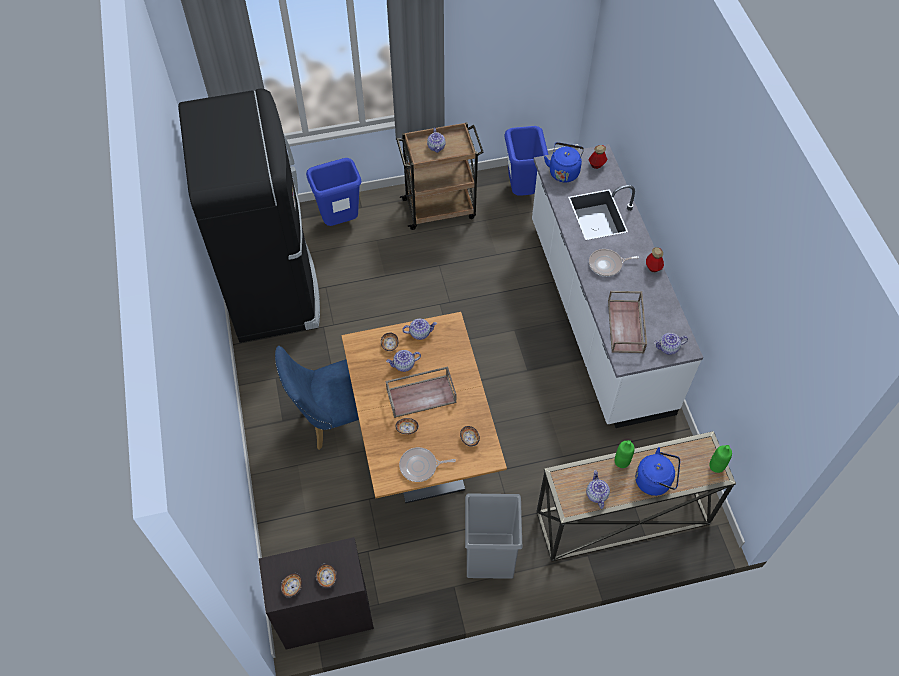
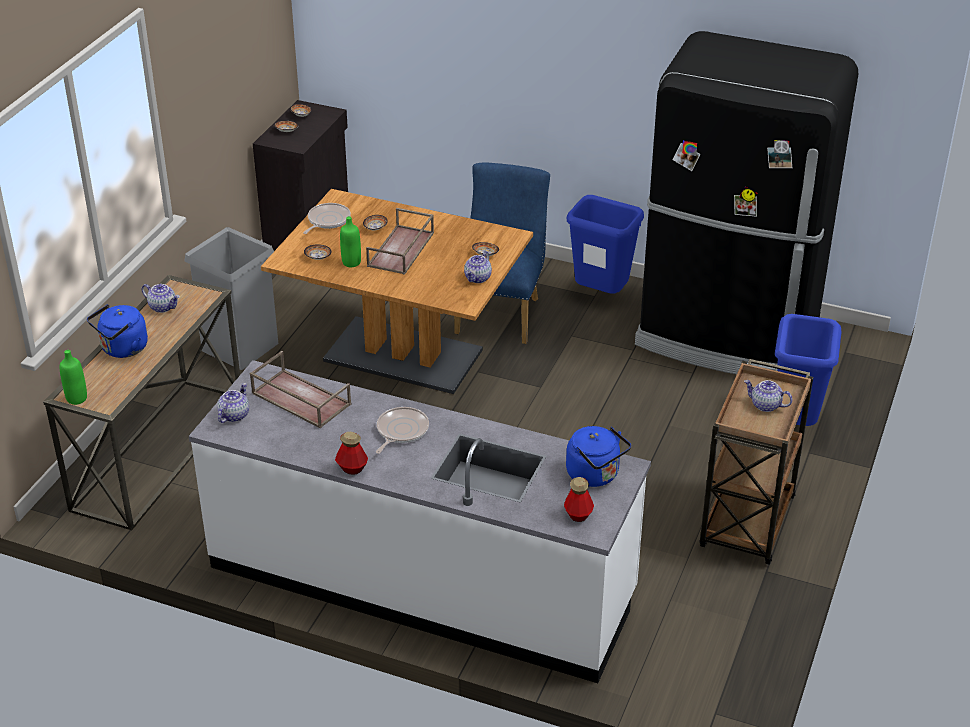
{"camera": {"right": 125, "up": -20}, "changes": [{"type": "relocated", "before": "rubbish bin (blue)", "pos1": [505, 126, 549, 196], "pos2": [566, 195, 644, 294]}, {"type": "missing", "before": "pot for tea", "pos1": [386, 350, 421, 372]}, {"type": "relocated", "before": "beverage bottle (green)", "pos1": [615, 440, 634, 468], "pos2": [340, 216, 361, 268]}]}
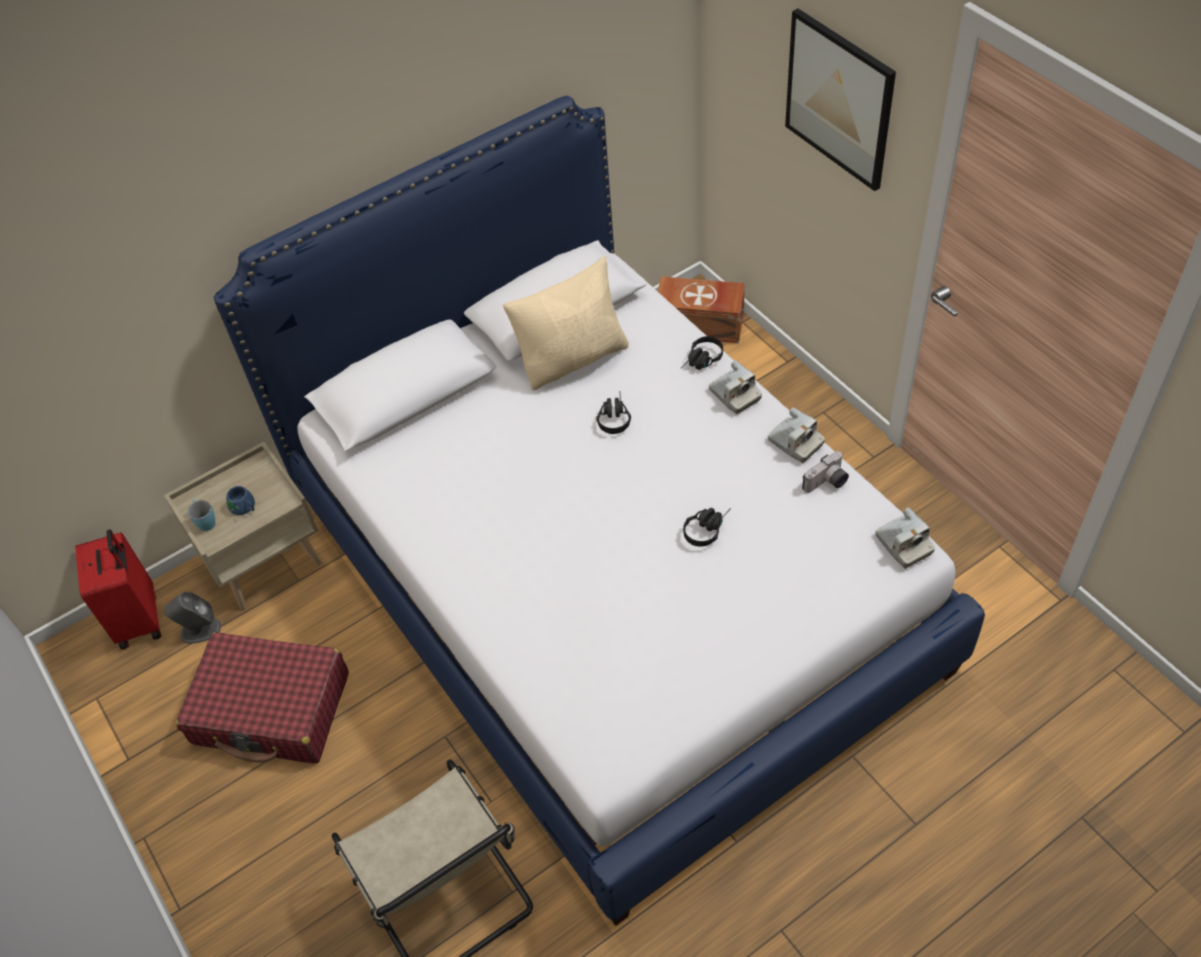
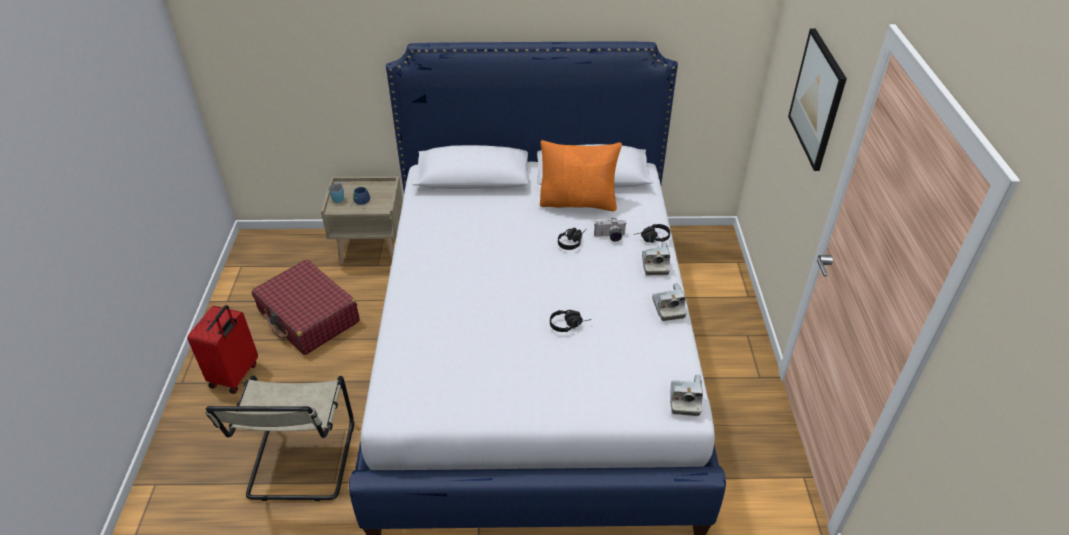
{"camera": {"right": 30, "up": -10}, "changes": [{"type": "colour", "before": "pillow (beige)", "after": "pillow (orange)", "pos1": [503, 256, 629, 390], "pos2": [540, 140, 622, 211]}, {"type": "missing", "before": "storage container (brown-coloured)", "pos1": [658, 276, 745, 343]}, {"type": "relocated", "before": "still camera", "pos1": [802, 451, 849, 493], "pos2": [594, 218, 626, 241]}, {"type": "relocated", "before": "piece of luggage (red-coloured)", "pos1": [75, 530, 161, 649], "pos2": [187, 305, 258, 394]}, {"type": "missing", "before": "loudspeaker (grey)", "pos1": [164, 592, 221, 644]}]}
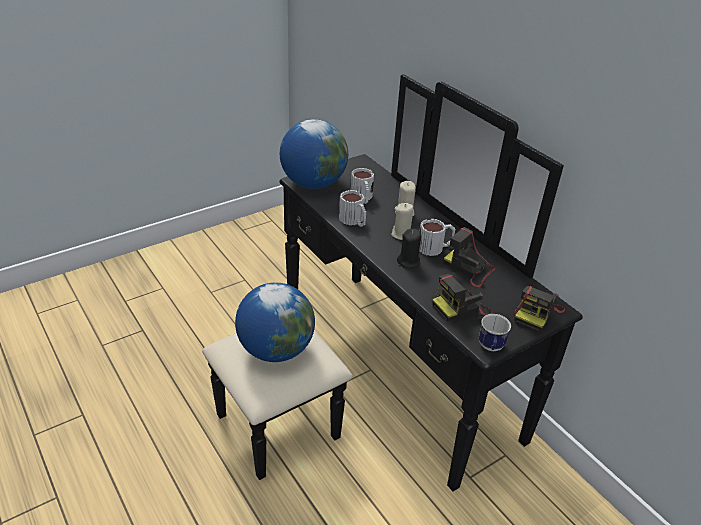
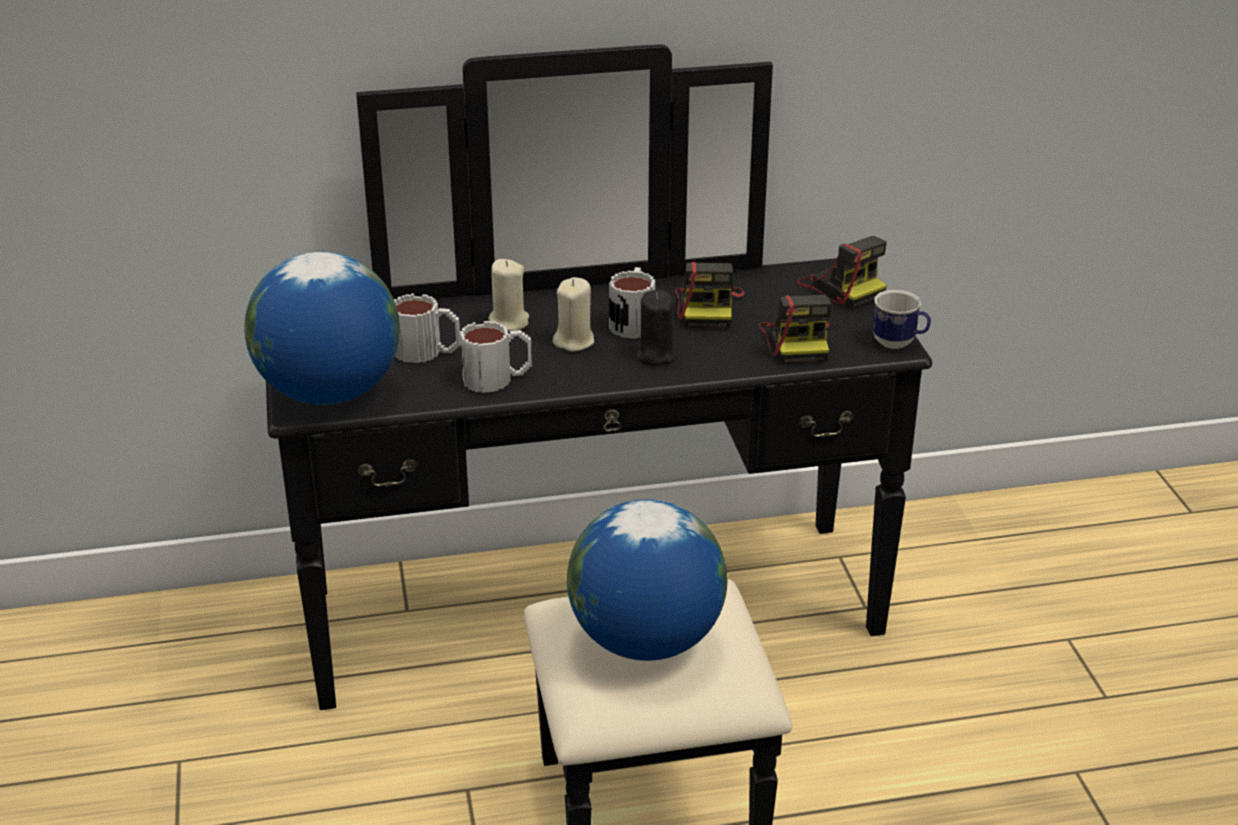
{"camera": {"right": -65, "up": -5}, "changes": [{"type": "spun", "before": "still camera", "pos1": [444, 227, 495, 287], "pos2": [676, 262, 744, 328], "turn": -60}]}
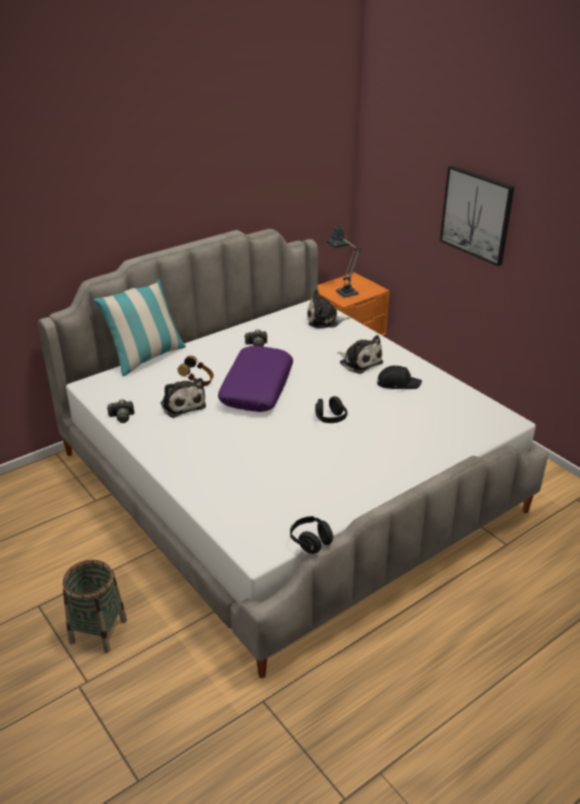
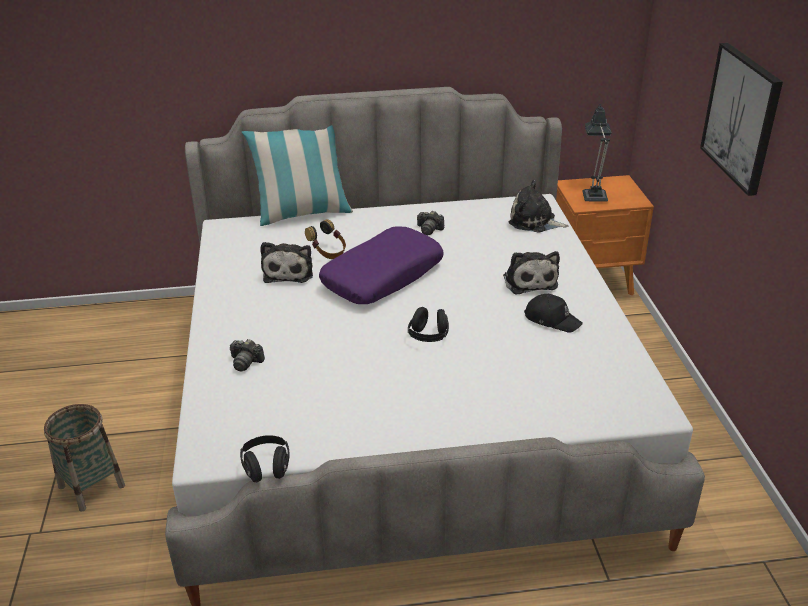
{"camera": {"right": 30, "up": 0}, "changes": [{"type": "relocated", "before": "still camera", "pos1": [107, 399, 134, 423], "pos2": [230, 339, 265, 372]}]}
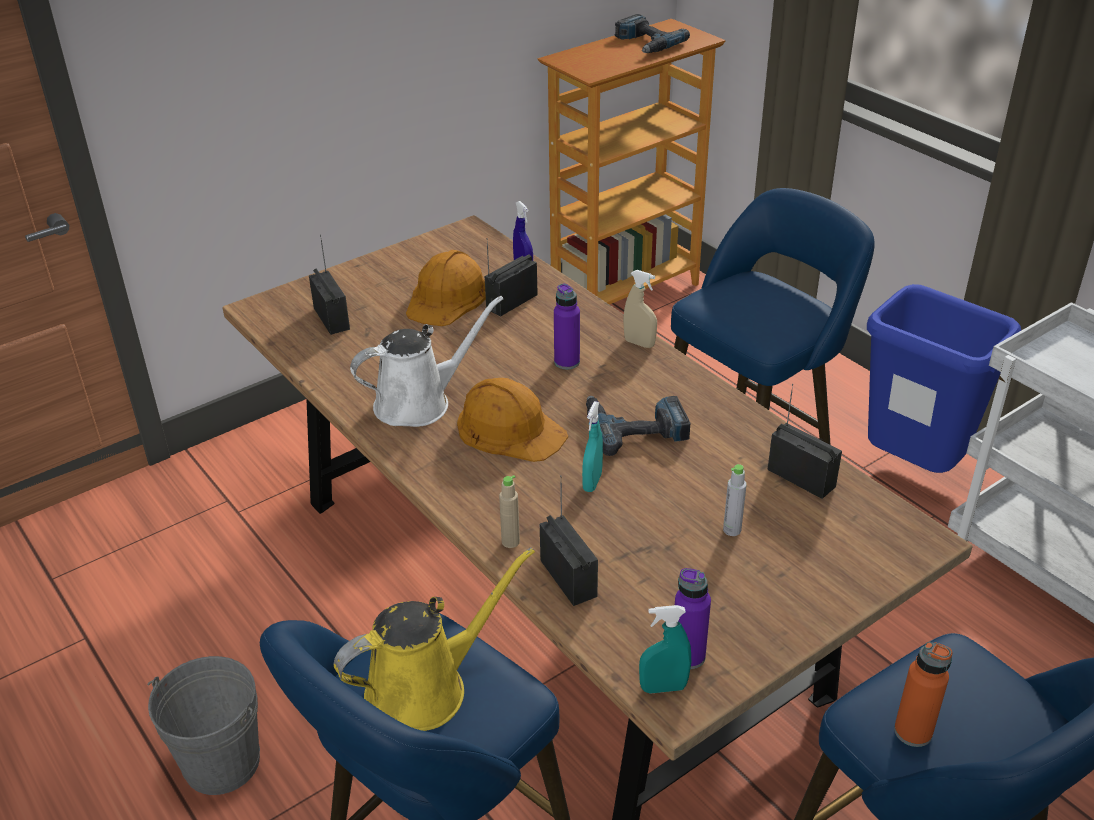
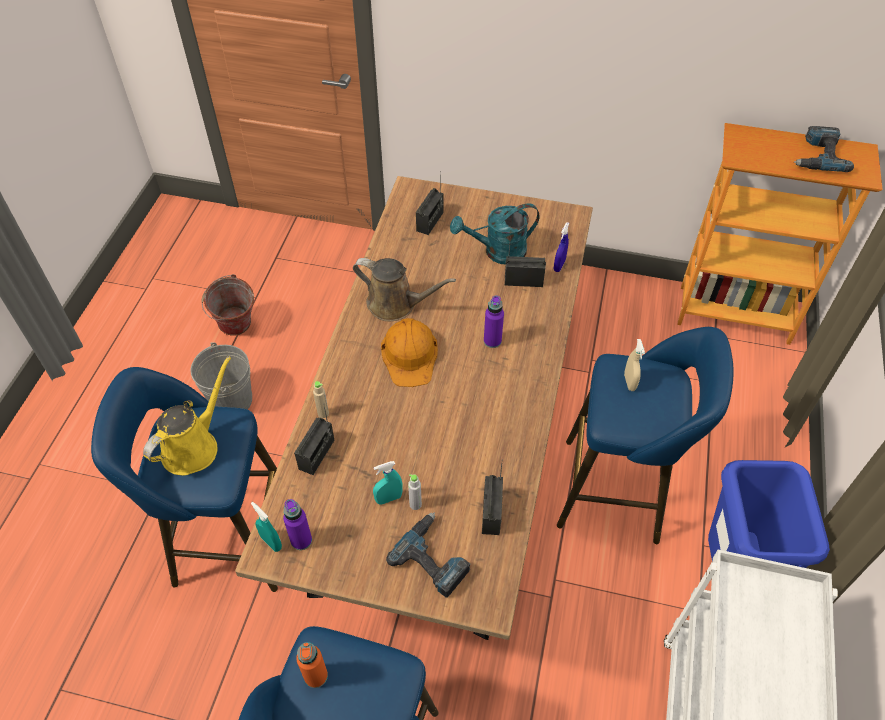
{"camera": {"right": 50, "up": 15}, "changes": [{"type": "exchanged", "before": "work helmet (orange)", "after": "watering can (turquoise)", "pos1": [406, 250, 486, 326], "pos2": [450, 203, 540, 264]}, {"type": "relocated", "before": "hand sprayer (beige)", "pos1": [623, 270, 657, 348], "pos2": [624, 339, 645, 391]}, {"type": "colour", "before": "watering can (white-coloured)", "after": "watering can (brown-coloured)", "pos1": [350, 296, 503, 427], "pos2": [353, 258, 456, 321]}, {"type": "relocated", "before": "drill", "pos1": [586, 396, 690, 456], "pos2": [386, 512, 471, 598]}, {"type": "relocated", "before": "hand sprayer (turquoise)", "pos1": [582, 401, 603, 492], "pos2": [373, 461, 403, 505]}, {"type": "spun", "before": "watering can (yellowish)", "pos1": [334, 547, 535, 731], "pos2": [143, 356, 231, 475], "turn": -75}, {"type": "appeared", "after": "water bucket", "pos2": [201, 274, 254, 336]}]}
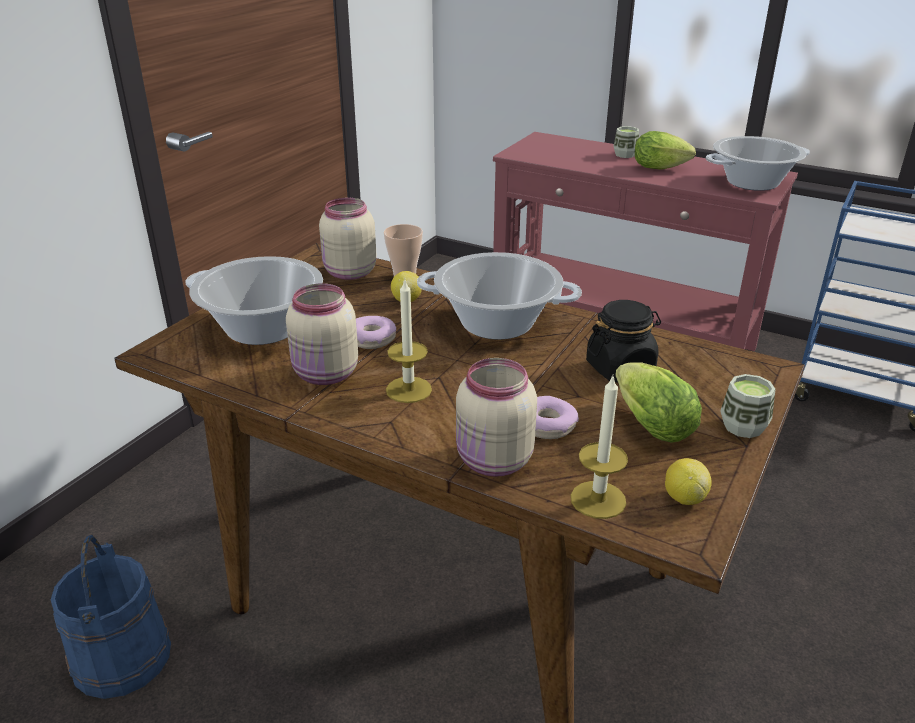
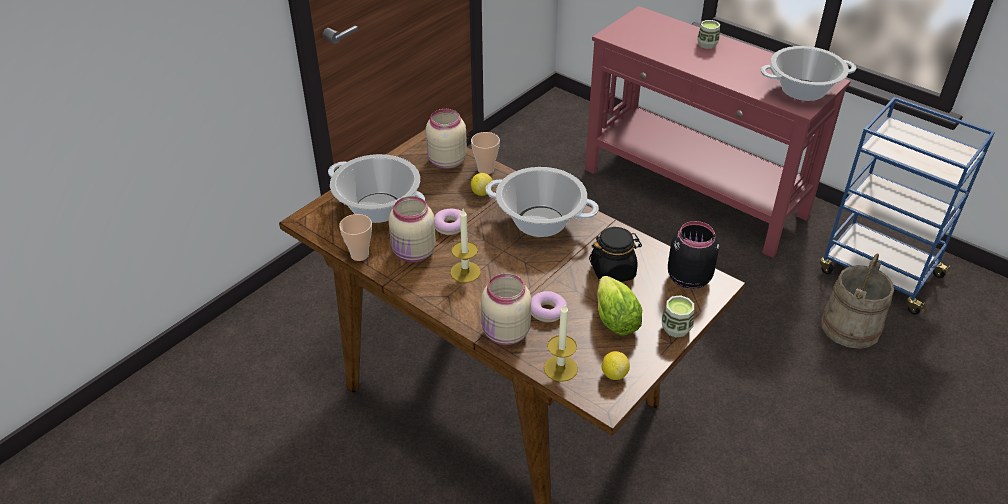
{"camera": {"right": 10, "up": 10}, "changes": [{"type": "missing", "before": "head of lettuce", "pos1": [635, 131, 696, 170]}, {"type": "missing", "before": "water bucket (blue)", "pos1": [51, 535, 171, 699]}, {"type": "appeared", "after": "cup", "pos2": [339, 214, 372, 261]}, {"type": "appeared", "after": "preserve jar (blackish)", "pos2": [668, 221, 719, 289]}, {"type": "appeared", "after": "water bucket (beige)", "pos2": [821, 253, 894, 349]}]}
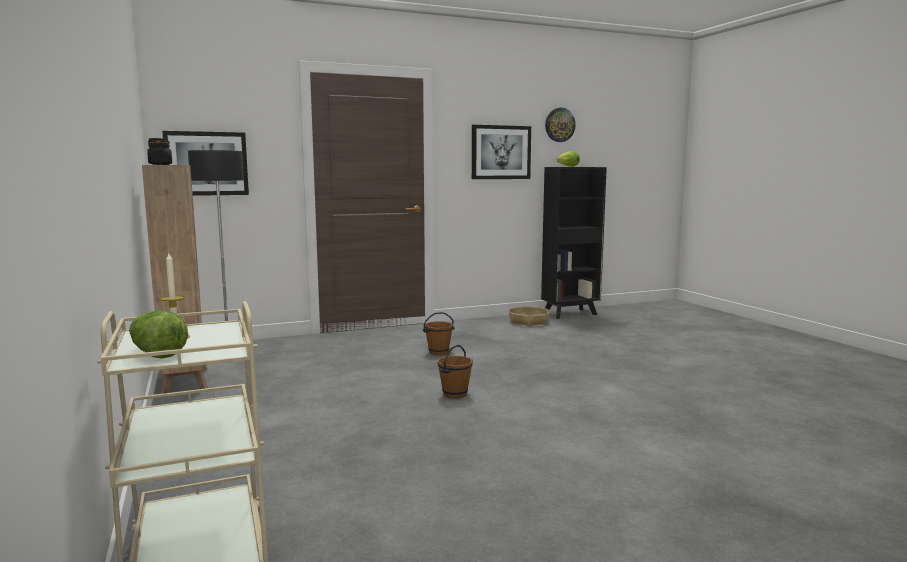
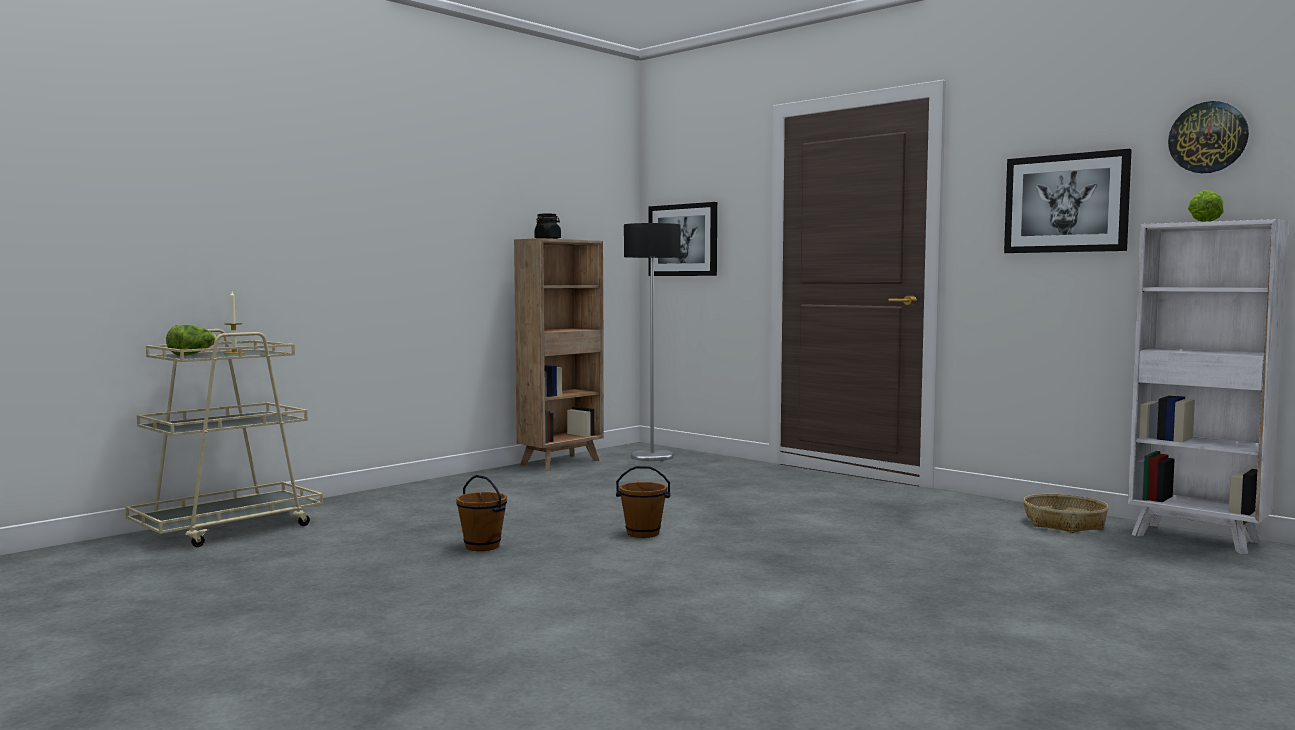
{"camera": {"right": 65, "up": -5}, "changes": [{"type": "colour", "before": "bookshelf (blackish)", "after": "bookshelf (white-coloured)", "pos1": [541, 167, 607, 319], "pos2": [1128, 219, 1289, 554]}, {"type": "relocated", "before": "water bucket (brown-coloured)", "pos1": [423, 312, 455, 355], "pos2": [456, 475, 507, 551]}]}
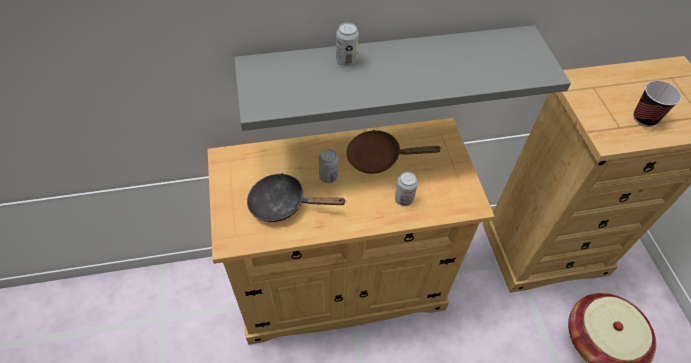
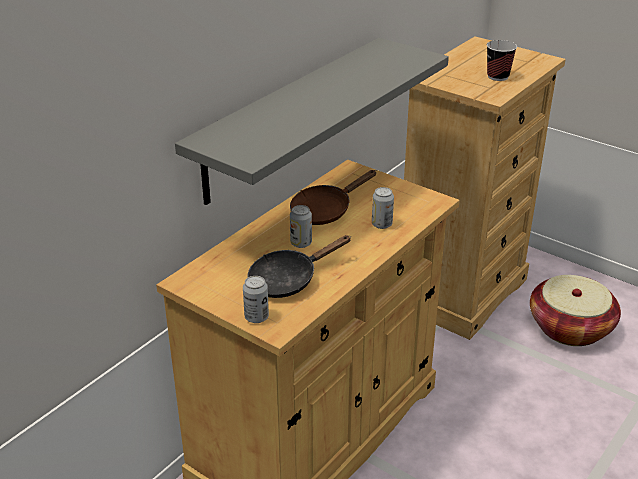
{"camera": {"right": -40, "up": -20}, "changes": [{"type": "relocated", "before": "metal can", "pos1": [336, 23, 359, 66], "pos2": [243, 276, 269, 323]}]}
